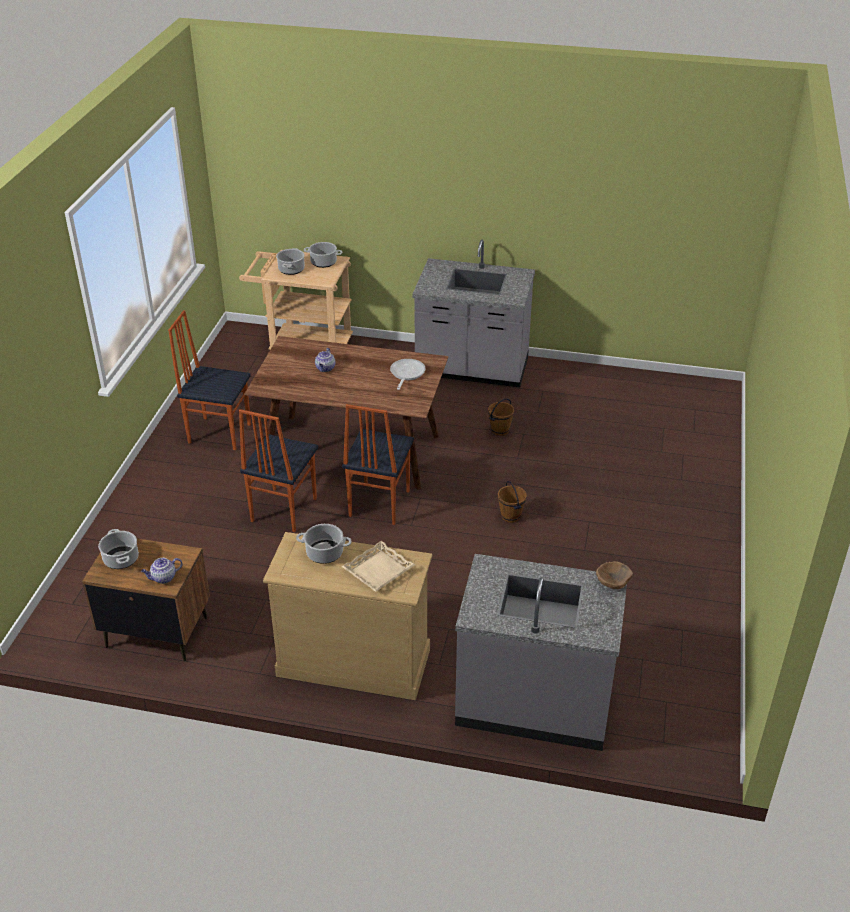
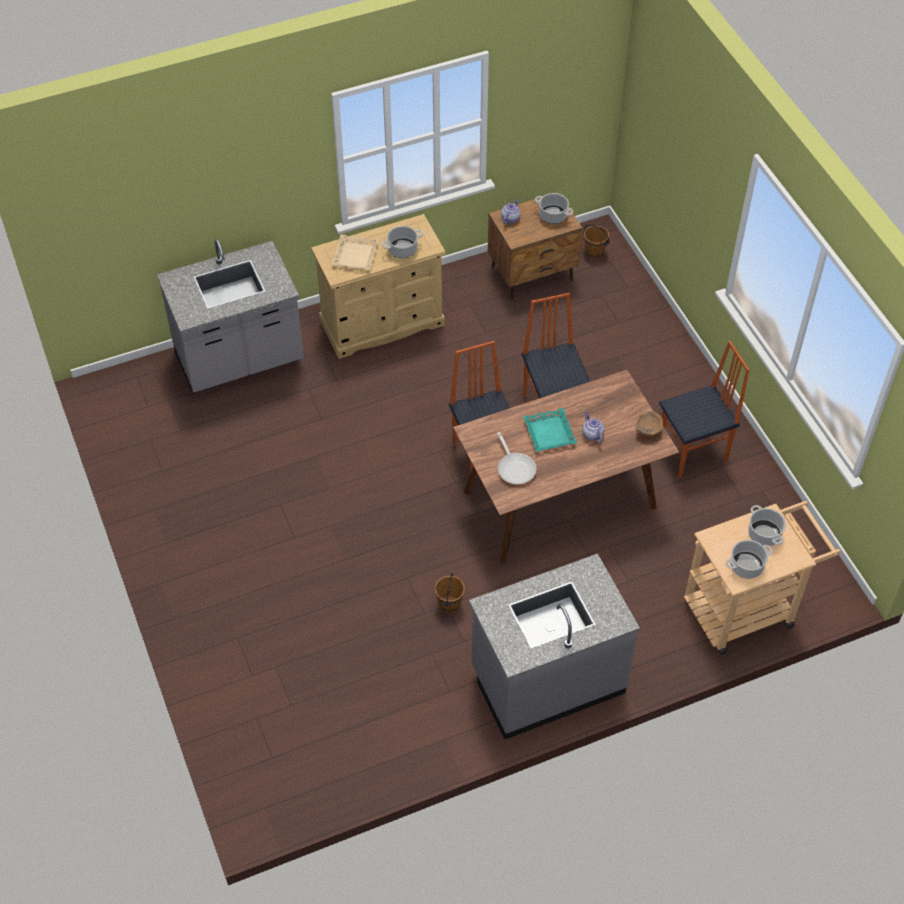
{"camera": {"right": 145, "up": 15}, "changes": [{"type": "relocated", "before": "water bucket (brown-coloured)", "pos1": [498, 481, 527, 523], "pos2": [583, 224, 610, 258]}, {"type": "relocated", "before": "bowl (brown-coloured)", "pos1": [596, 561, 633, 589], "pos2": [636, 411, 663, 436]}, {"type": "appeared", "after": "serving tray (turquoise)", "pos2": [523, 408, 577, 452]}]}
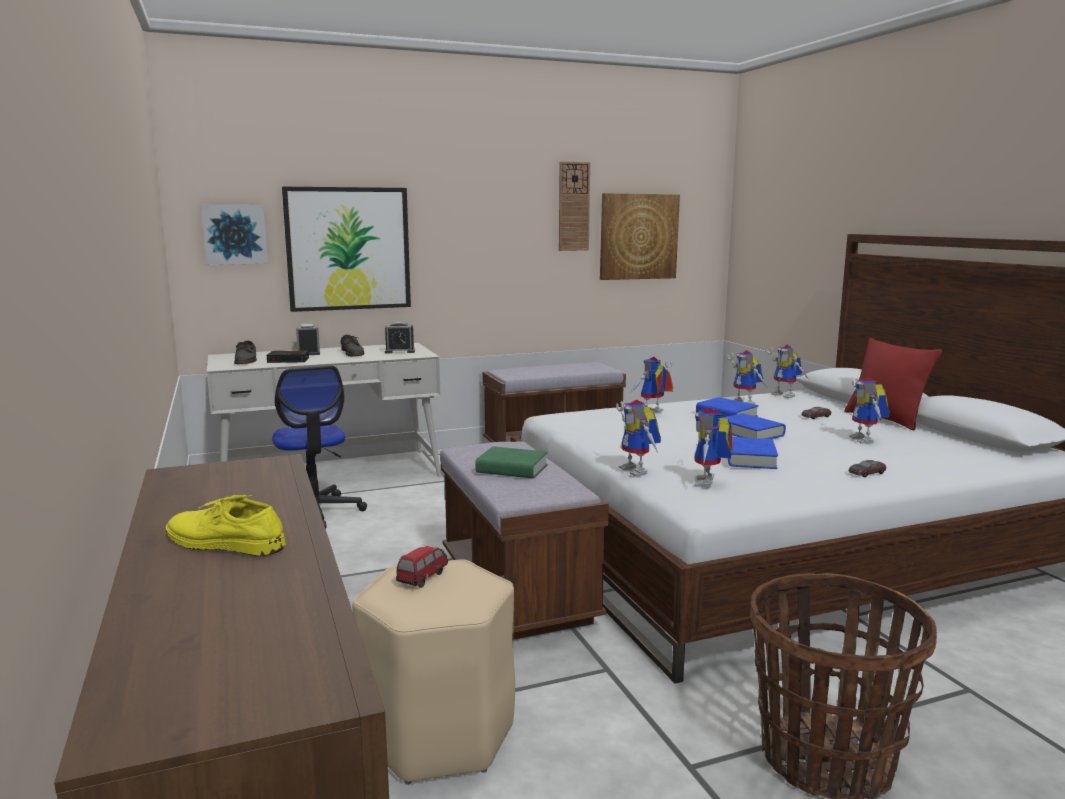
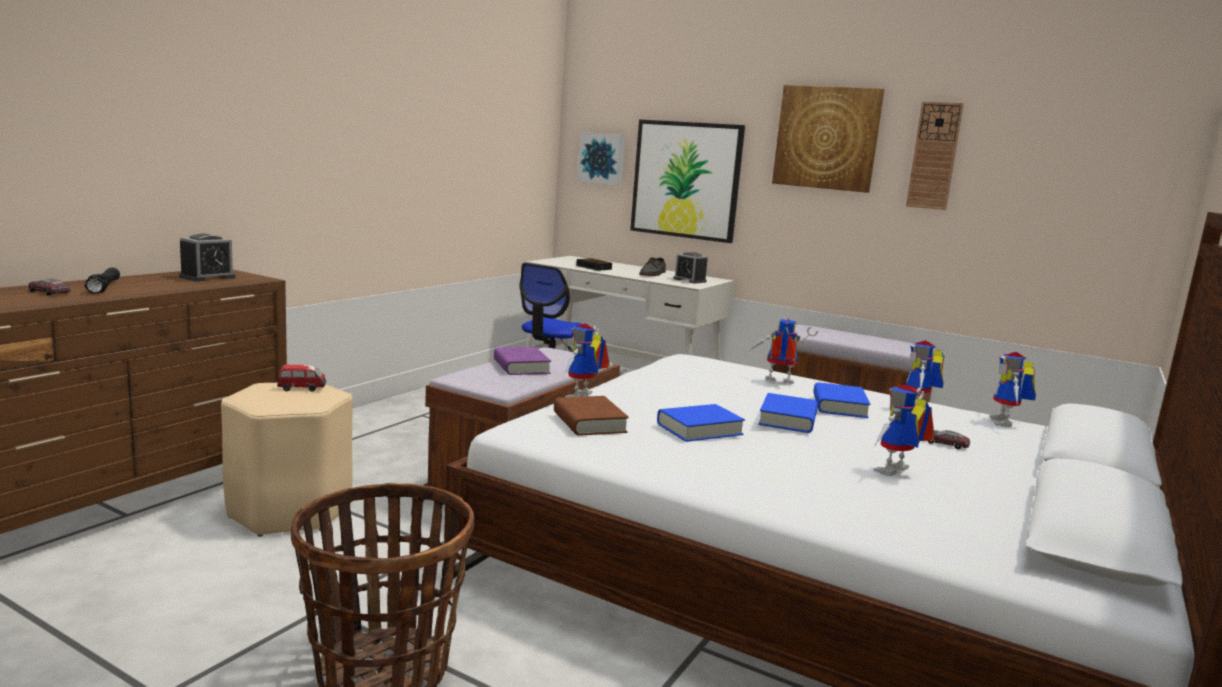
{"camera": {"right": 50, "up": 0}, "changes": [{"type": "relocated", "before": "wall picture", "pos1": [600, 193, 680, 280], "pos2": [772, 85, 885, 193]}, {"type": "relocated", "before": "table clock", "pos1": [296, 323, 320, 355], "pos2": [179, 234, 235, 282]}, {"type": "missing", "before": "pillow (red-coloured)", "pos1": [844, 338, 942, 430]}, {"type": "missing", "before": "low shoe (grey)", "pos1": [234, 341, 257, 364]}, {"type": "exchanged", "before": "toy robot", "after": "volume (brown-coloured)", "pos1": [694, 408, 733, 487], "pos2": [554, 396, 629, 436]}, {"type": "colour", "before": "volume (green)", "after": "volume (purple)", "pos1": [475, 446, 548, 479], "pos2": [494, 347, 551, 375]}, {"type": "relocated", "before": "toy car", "pos1": [849, 460, 886, 477], "pos2": [28, 279, 70, 295]}, {"type": "exchanged", "before": "low shoe (yellowish)", "after": "flashlight (blackish)", "pos1": [166, 495, 286, 556], "pos2": [84, 268, 120, 293]}]}
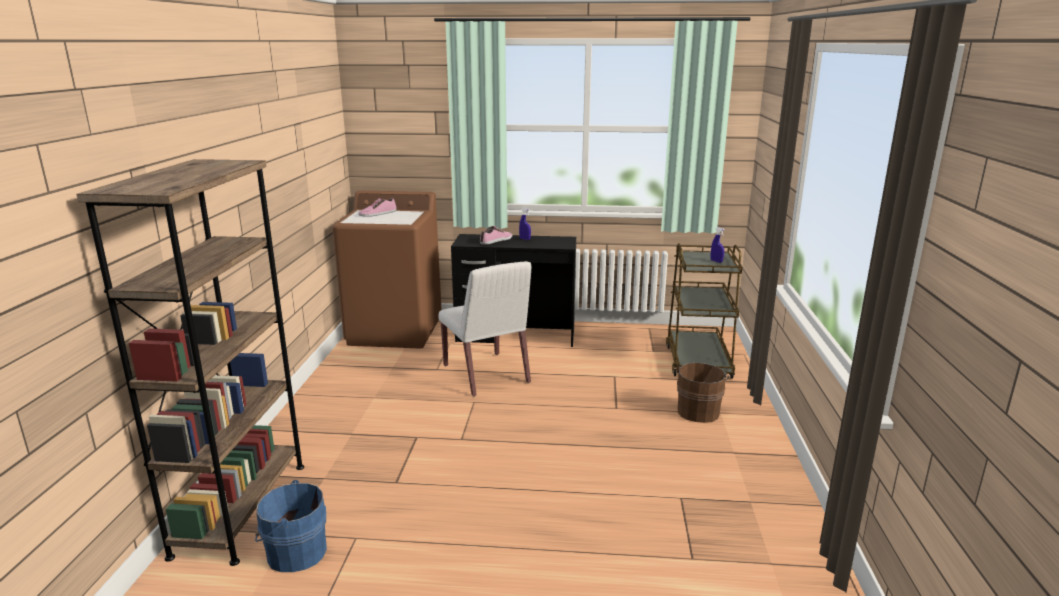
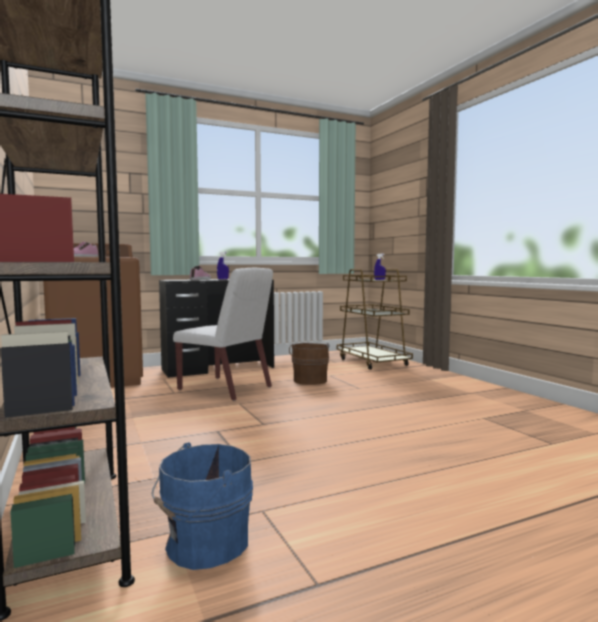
{"camera": {"right": -30, "up": -15}, "changes": [{"type": "relocated", "before": "water bucket (brown-coloured)", "pos1": [676, 362, 729, 423], "pos2": [289, 343, 330, 385]}]}
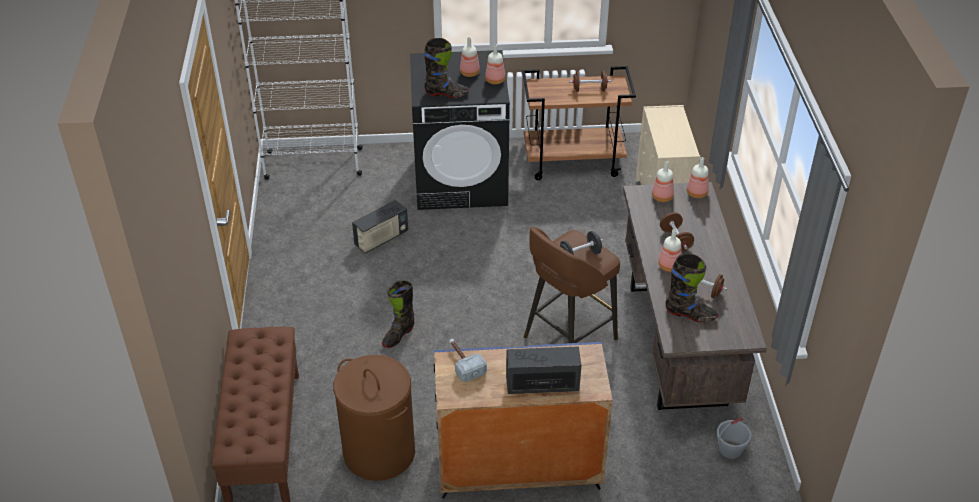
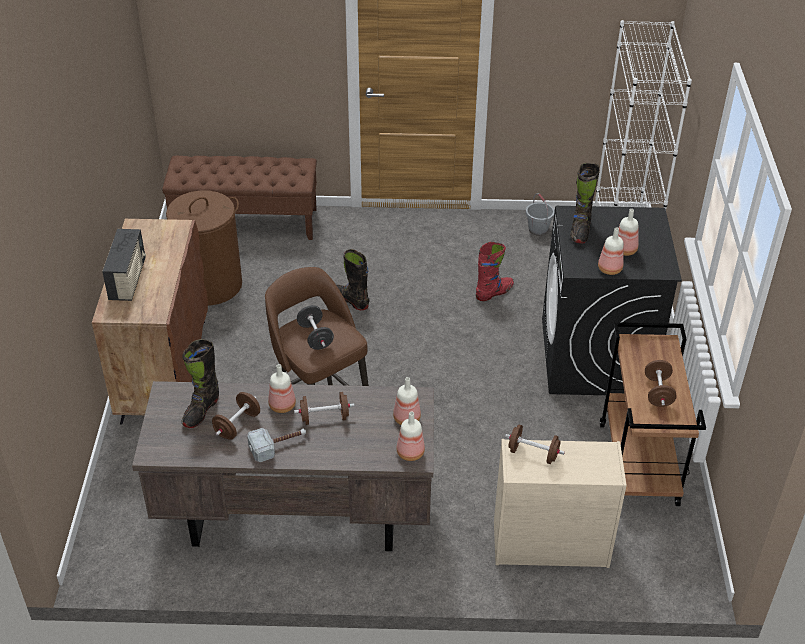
{"camera": {"right": 95, "up": 0}, "changes": [{"type": "exchanged", "before": "radio set", "after": "high-top boot (red-coloured)", "pos1": [352, 200, 408, 253], "pos2": [476, 242, 514, 301]}, {"type": "relocated", "before": "tool hammer", "pos1": [449, 339, 487, 382], "pos2": [247, 428, 306, 462]}, {"type": "colour", "before": "cabinet (blue)", "after": "cabinet (brown-coloured)", "pos1": [434, 341, 613, 499], "pos2": [92, 219, 208, 424]}, {"type": "relocated", "before": "water bucket (grey)", "pos1": [716, 417, 751, 460], "pos2": [526, 193, 555, 236]}, {"type": "appeared", "after": "free weight (brown-coloured)", "pos2": [505, 425, 565, 464]}]}
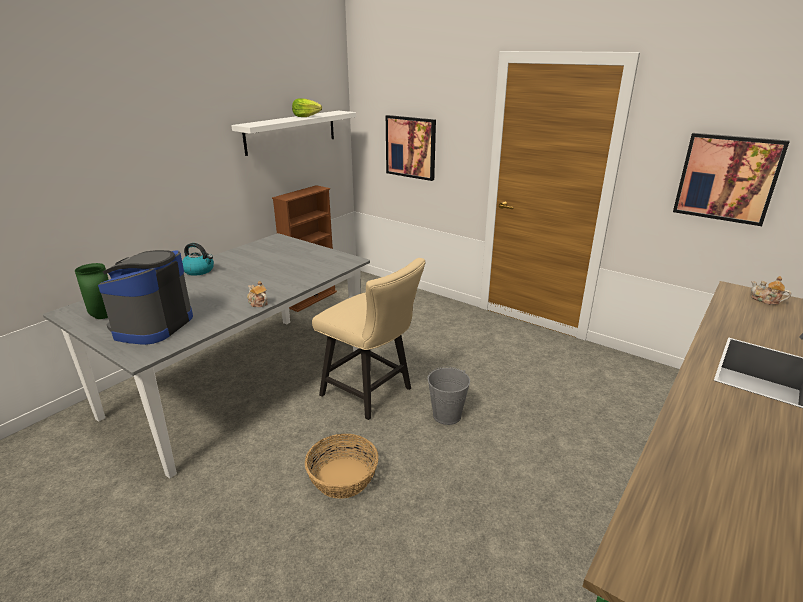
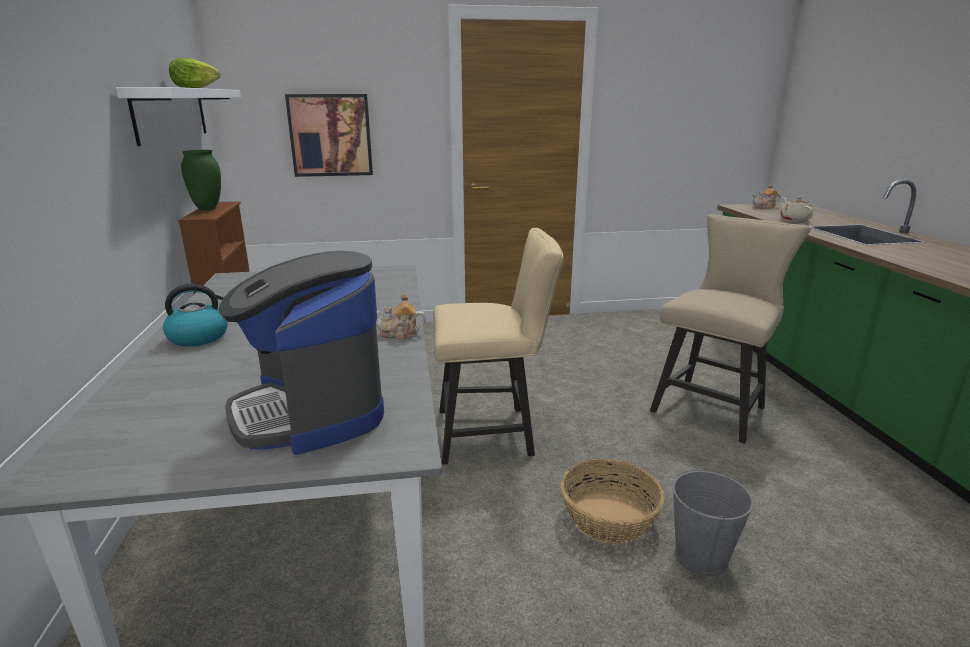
{"camera": {"right": -45, "up": -5}, "changes": [{"type": "missing", "before": "wall picture", "pos1": [673, 133, 790, 226]}, {"type": "relocated", "before": "decorative vase (green)", "pos1": [75, 263, 109, 319], "pos2": [181, 150, 221, 210]}, {"type": "relocated", "before": "water bucket (grey)", "pos1": [427, 367, 470, 425], "pos2": [672, 467, 753, 576]}, {"type": "appeared", "after": "pot for tea (beige)", "pos2": [780, 197, 813, 221]}, {"type": "appeared", "after": "plain chair (beige)", "pos2": [650, 214, 811, 444]}]}
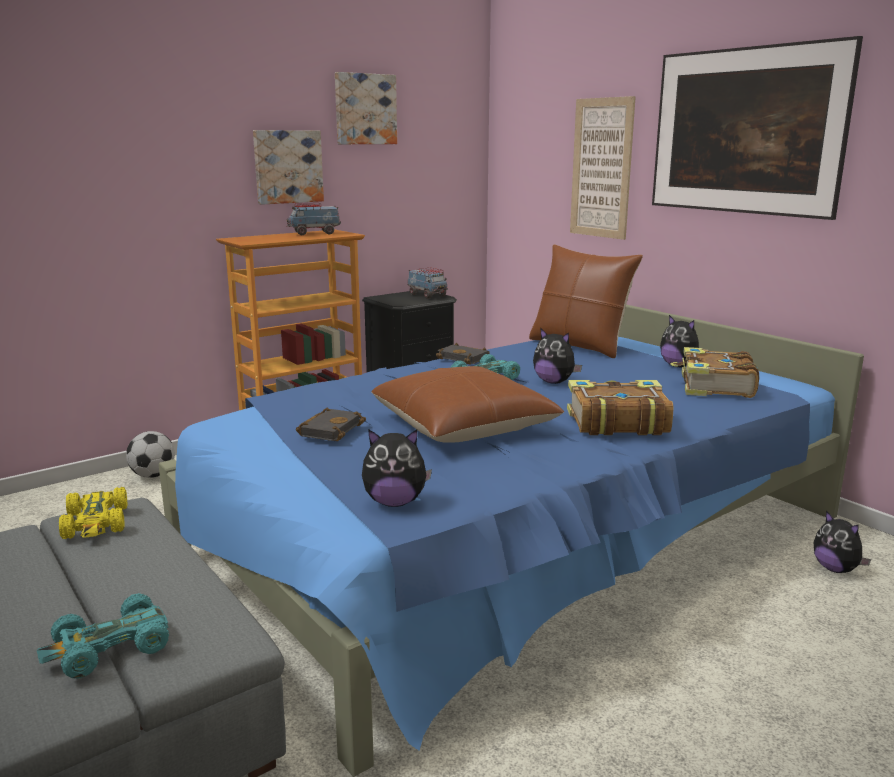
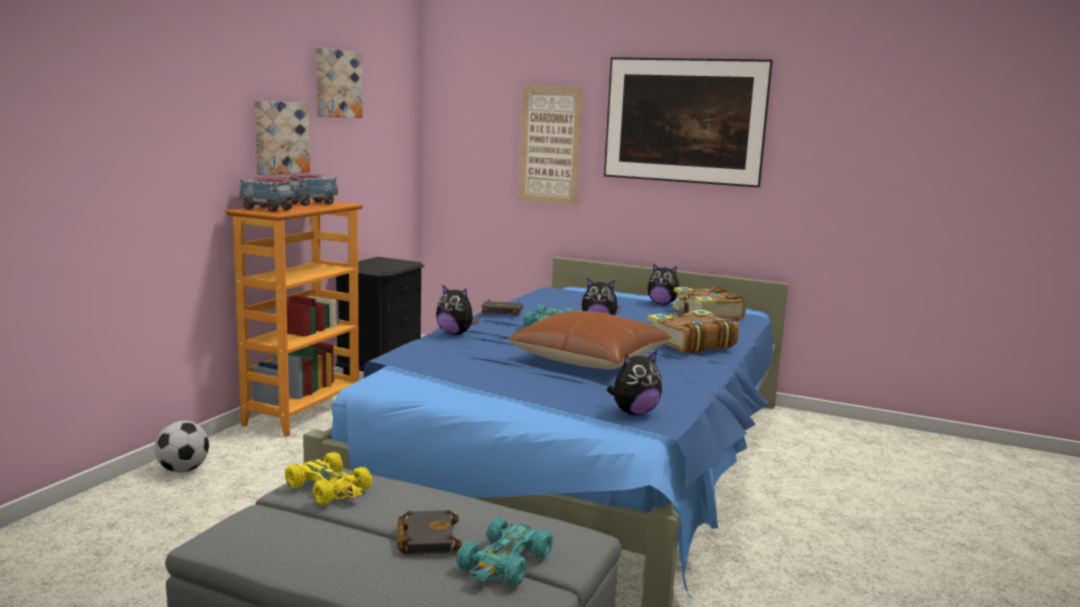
{"camera": {"right": -30, "up": -5}, "changes": [{"type": "missing", "before": "pillow (brown-coloured)", "pos1": [529, 244, 643, 358]}, {"type": "relocated", "before": "model truck", "pos1": [407, 267, 448, 299], "pos2": [239, 177, 296, 212]}, {"type": "relocated", "before": "volume (blackish)", "pos1": [296, 408, 366, 441], "pos2": [397, 510, 461, 555]}, {"type": "relocated", "before": "plush toy", "pos1": [813, 511, 871, 573], "pos2": [436, 284, 480, 335]}]}
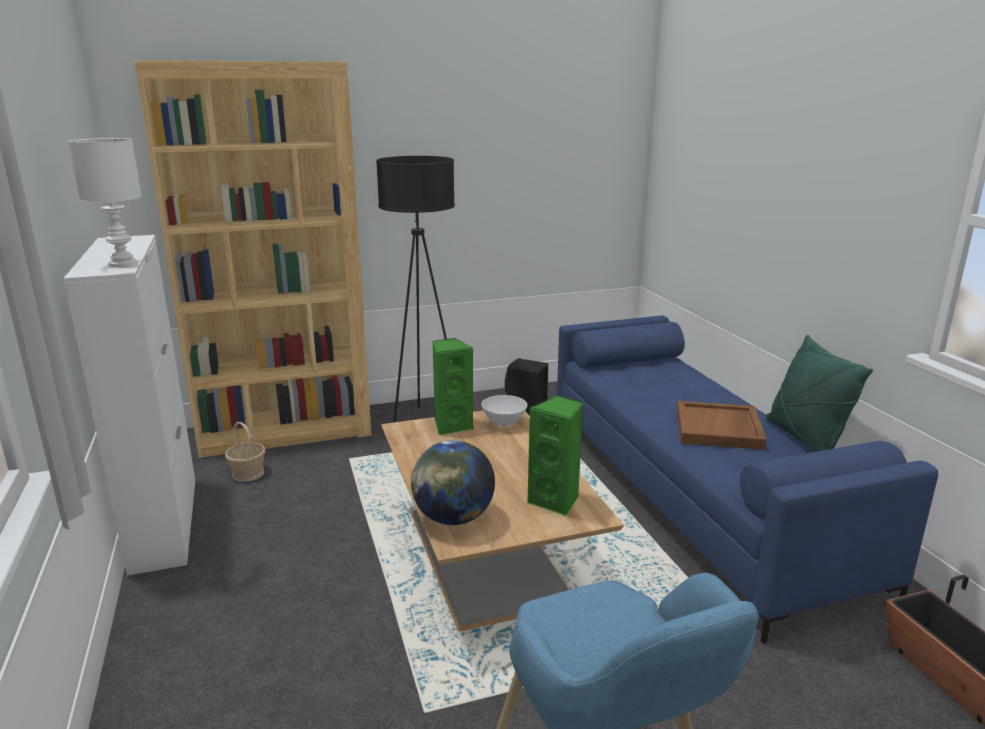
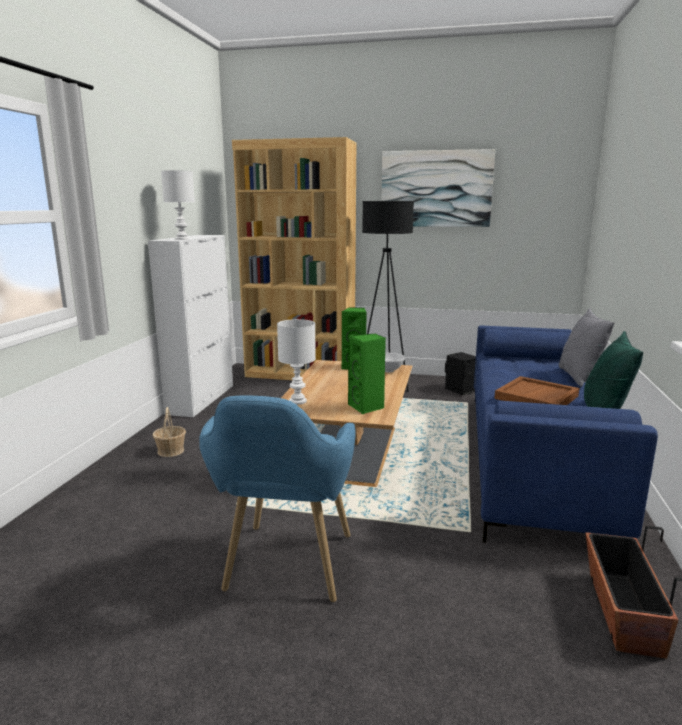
{"camera": {"right": 30, "up": -5}, "changes": [{"type": "relocated", "before": "household basket", "pos1": [225, 422, 265, 482], "pos2": [153, 407, 186, 457]}, {"type": "exchanged", "before": "globe", "after": "tabletop lamp (white-coloured)", "pos1": [411, 440, 495, 525], "pos2": [277, 319, 316, 405]}, {"type": "appeared", "after": "wall picture", "pos2": [381, 149, 495, 227]}, {"type": "appeared", "after": "pillow (grey)", "pos2": [559, 308, 614, 387]}]}
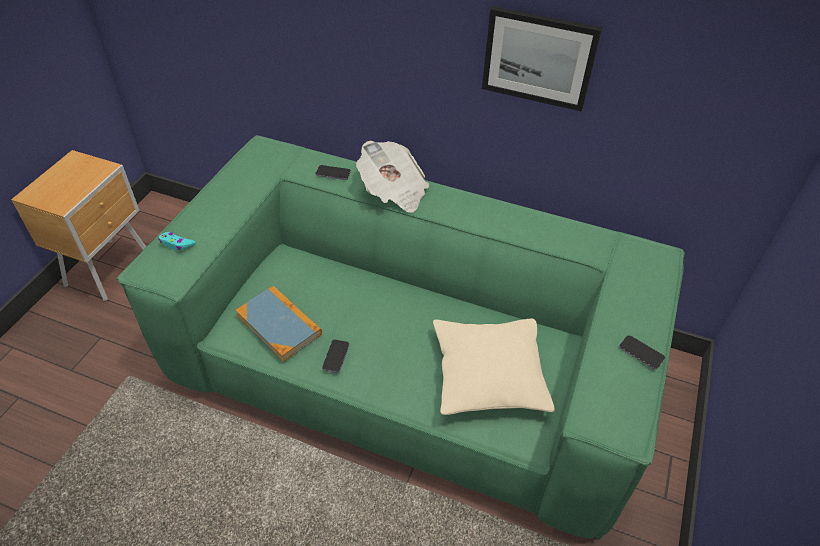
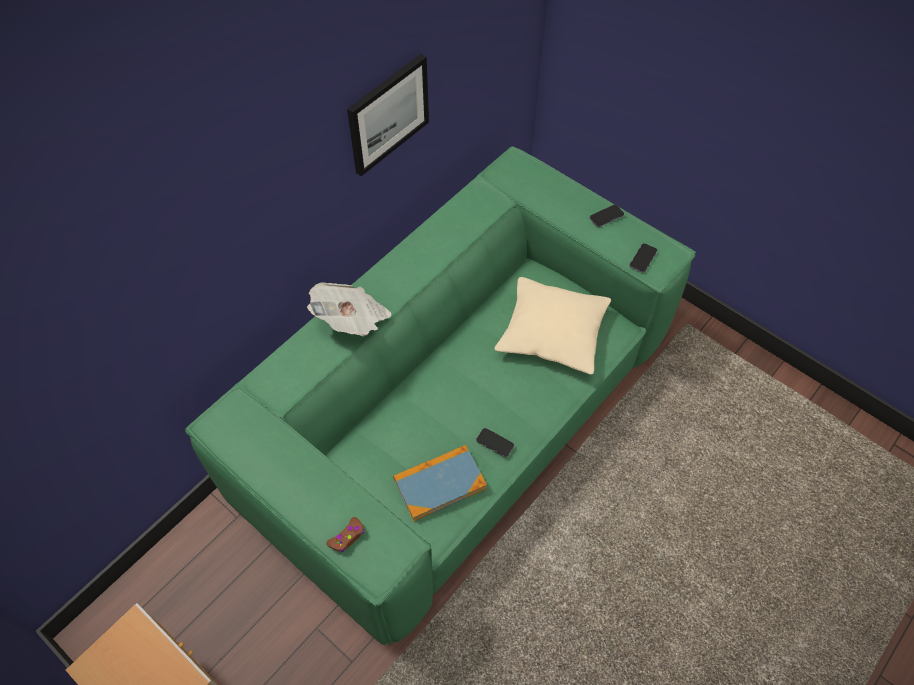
{"camera": {"right": -70, "up": 10}, "changes": [{"type": "relocated", "before": "handset", "pos1": [316, 165, 351, 180], "pos2": [630, 243, 657, 273]}, {"type": "colour", "before": "game controller (turquoise)", "after": "game controller (brown-coloured)", "pos1": [158, 232, 196, 250], "pos2": [326, 517, 364, 552]}]}
